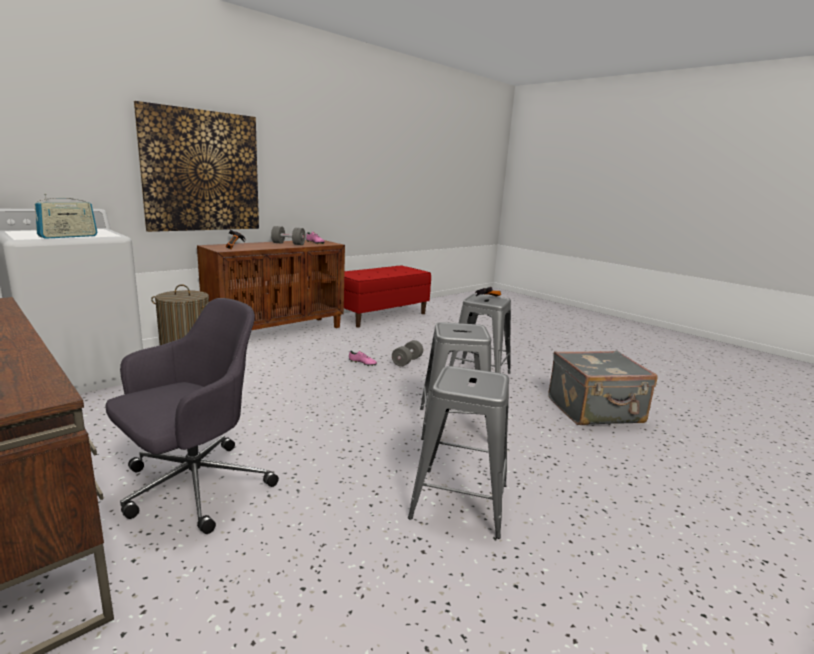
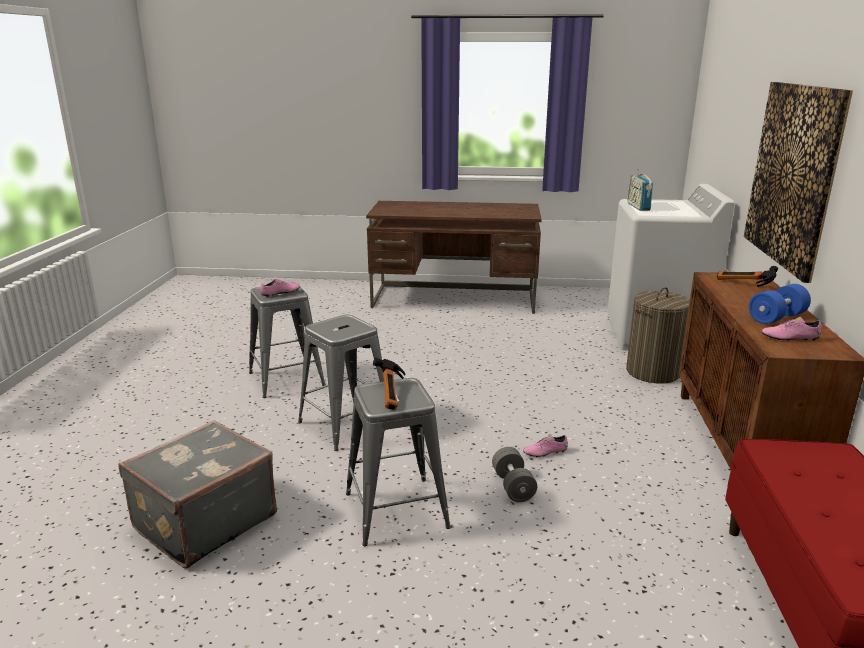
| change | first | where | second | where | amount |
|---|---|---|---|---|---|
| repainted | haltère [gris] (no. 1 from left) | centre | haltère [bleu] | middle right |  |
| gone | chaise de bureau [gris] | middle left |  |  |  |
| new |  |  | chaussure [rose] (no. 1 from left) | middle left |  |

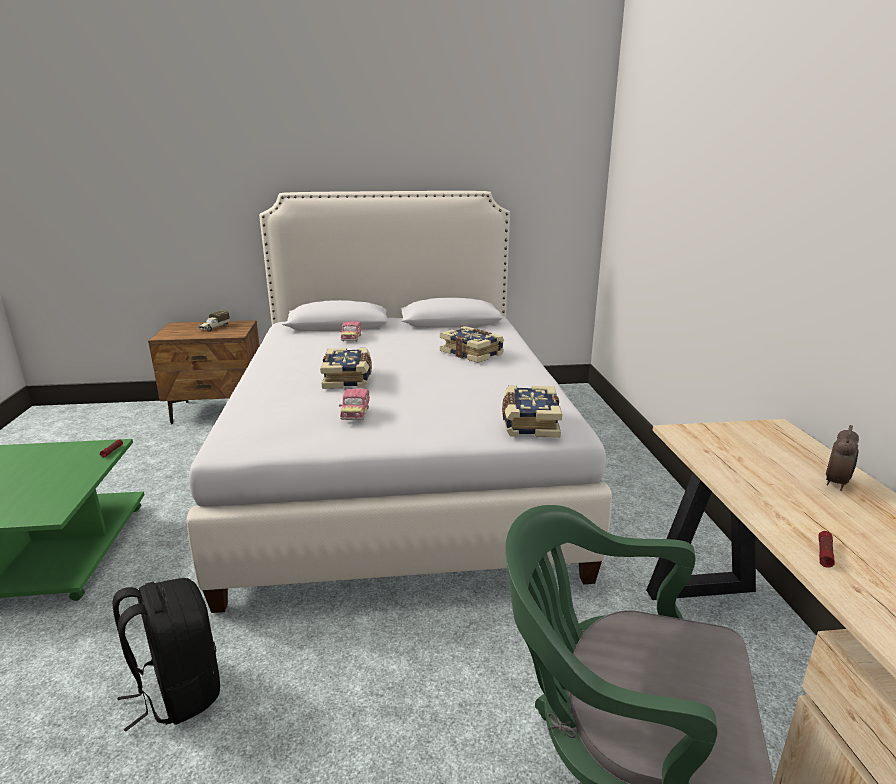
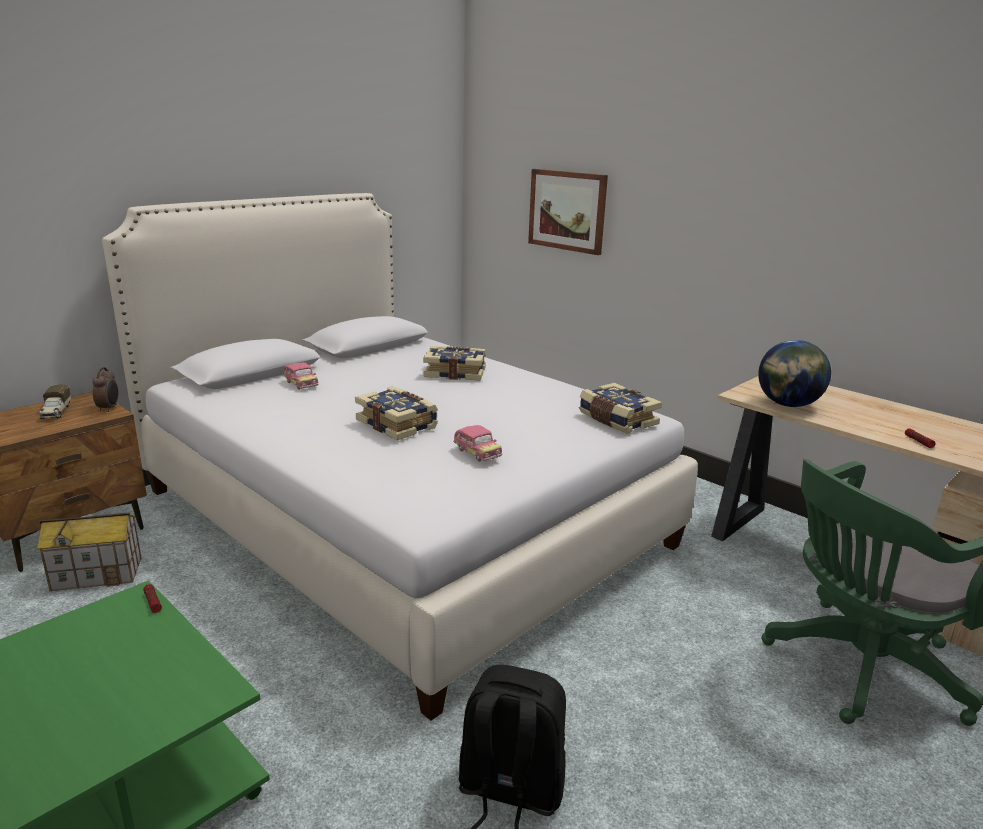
| change | first | where | second | where | amount |
|---|---|---|---|---|---|
| shifted | réveil | middle right |  | middle left |  |
| new |  |  | tableau | top centre |  |
| new |  |  | globe | middle right |  |
| new |  |  | maison miniature | middle left |  |

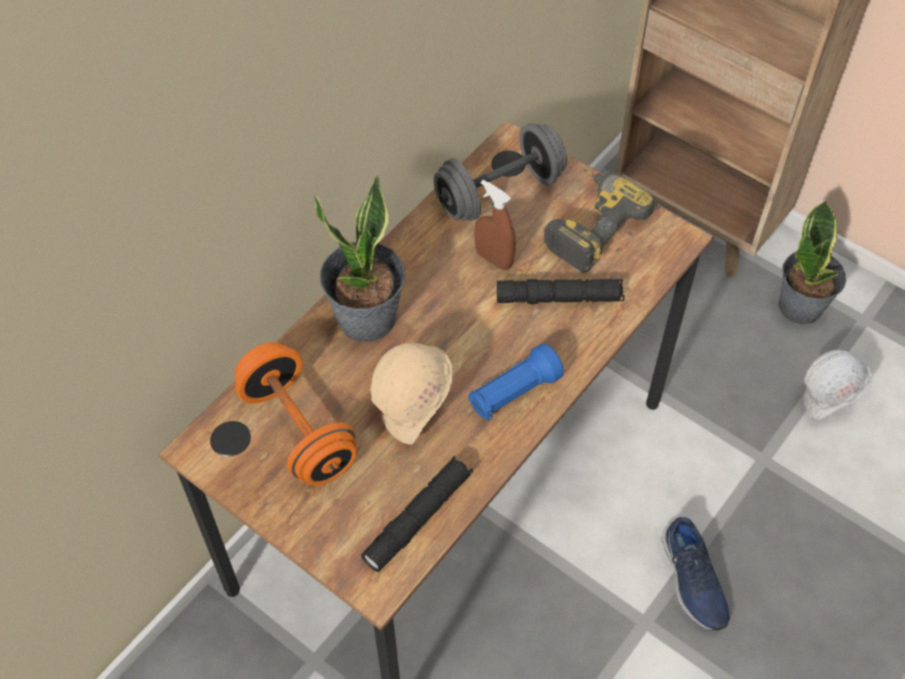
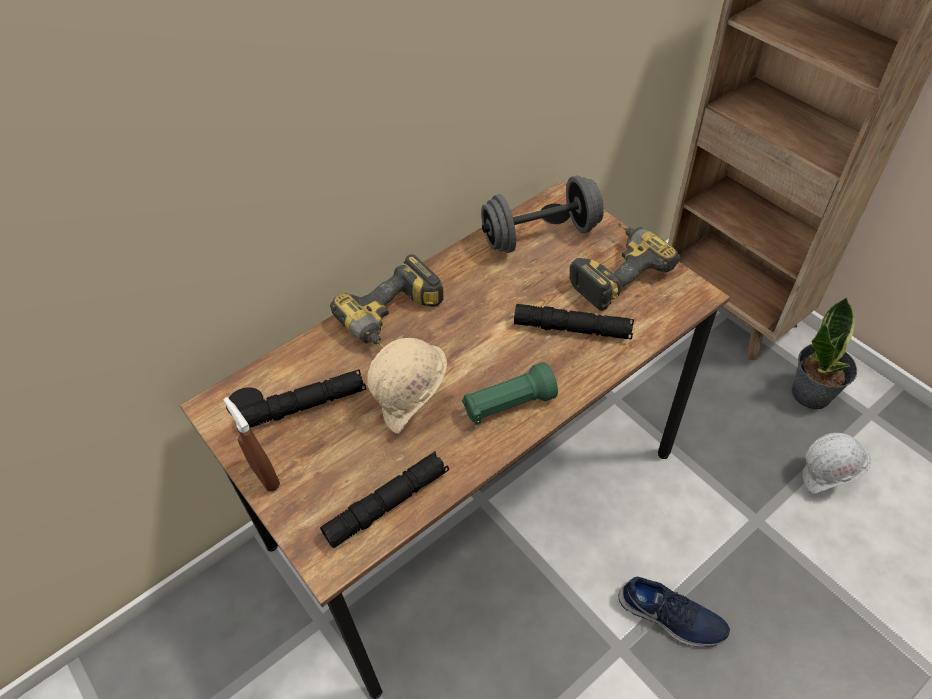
| change | first | where | second | where | amount |
|---|---|---|---|---|---|
| swapped | plante en pot (no. 1 from left) | centre | perceuse (no. 1 from left) | centre |  |
| shifted | vaporisateur [marron] | top centre |  | middle left |  |
| swapped | haltère [orange] | middle left | lampe de poche [noir] (no. 1 from left) | middle left |  |
| repainted | lampe de poche [bleu] | centre | lampe de poche [vert] | centre |  |
| rotated | chaussure [bleu] | bottom right |  | bottom right | 60 degrees counterclockwise |

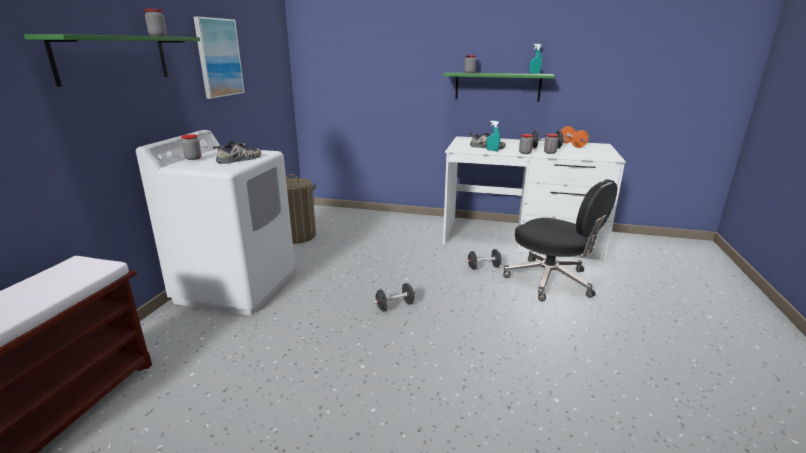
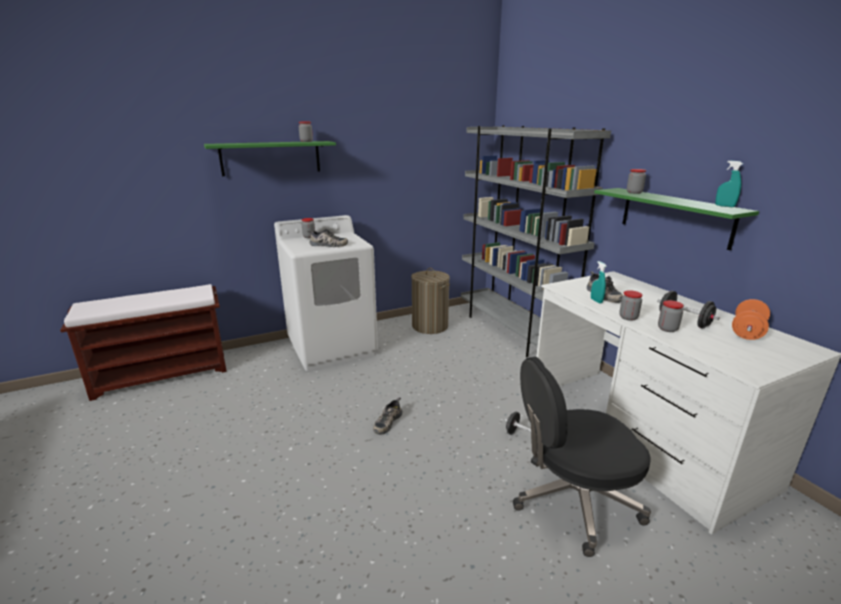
| change | first | where | second | where | amount |
|---|---|---|---|---|---|
| gone | tableau | top left |  |  |  |
| rotated | chaise de bureau [noir] | middle right |  | bottom right | 75 degrees clockwise |
| swapped | haltère [noir] (no. 1 from left) | centre | chaussure (no. 2 from left) | bottom centre |  |
| new |  |  | bibliothèque [gris] | centre |  |

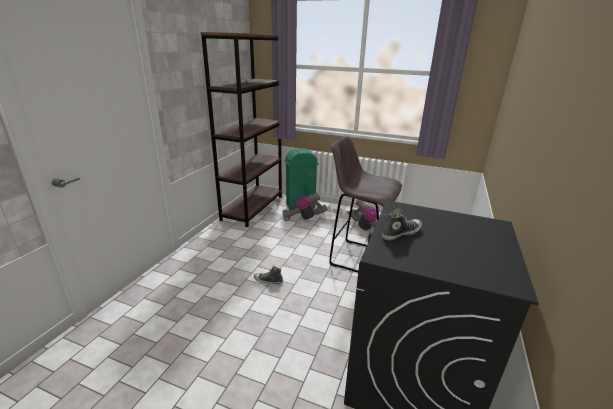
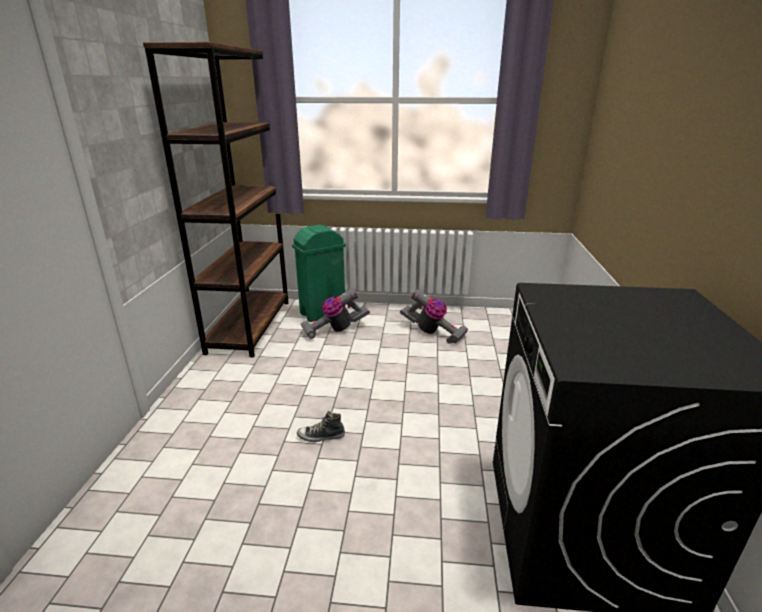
| change | first | where | second | where | amount |
|---|---|---|---|---|---|
| gone | tabouret [gris] | centre |  |  |  |
| gone | chaussure (no. 2 from left) | centre |  |  |  |

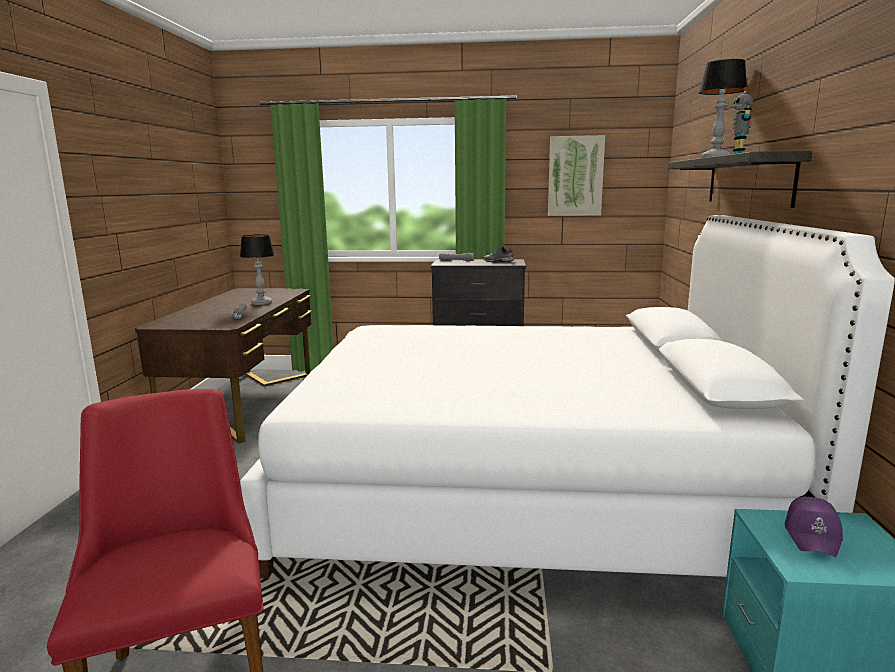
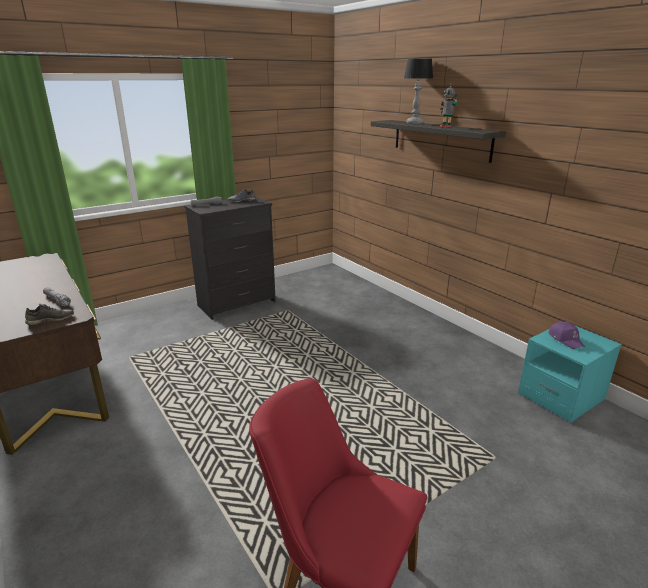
| change | first | where | second | where | amount |
|---|---|---|---|---|---|
| gone | tableau | top centre |  |  |  |
| gone | lit [blanc] | centre |  |  |  |
| gone | lampe de table (no. 1 from left) | middle left |  |  |  |
| new |  |  | chaussure [gris] (no. 1 from left) | middle left |  |

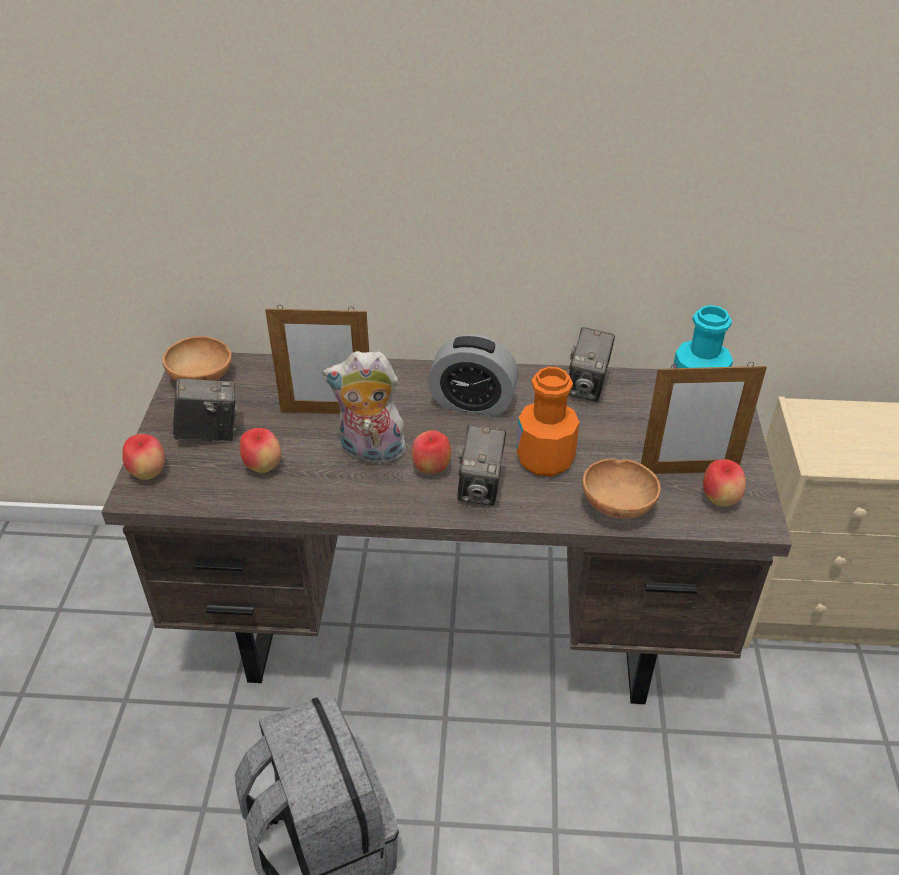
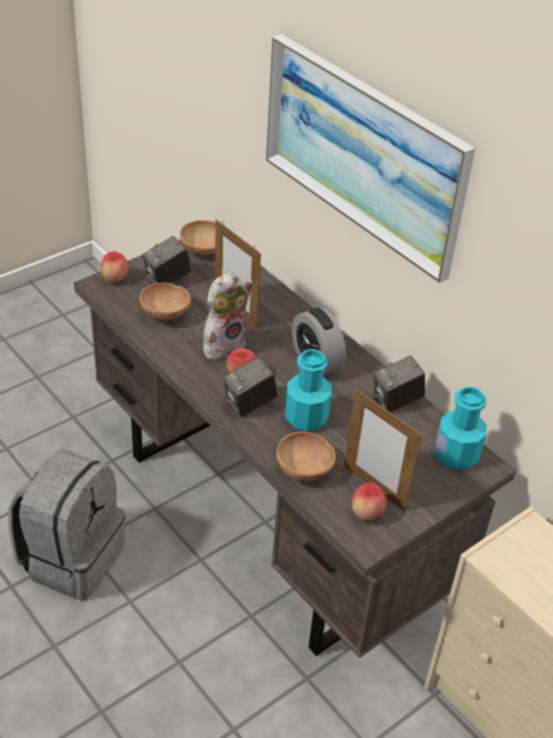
| change | first | where | second | where | amount |
|---|---|---|---|---|---|
| rotated | peluche | centre |  | centre | 90 degrees clockwise |
| repainted | bouteille [orange] | centre | bouteille [turquoise] (no. 1 from left) | centre |  |
| rotated | appareil photo (no. 1 from left) | middle left |  | middle left | 105 degrees clockwise |
| swapped | pomme (no. 2 from left) | middle left | bol [marron] (no. 1 from left) | middle left |  |
| new |  |  | tableau | top right |  |

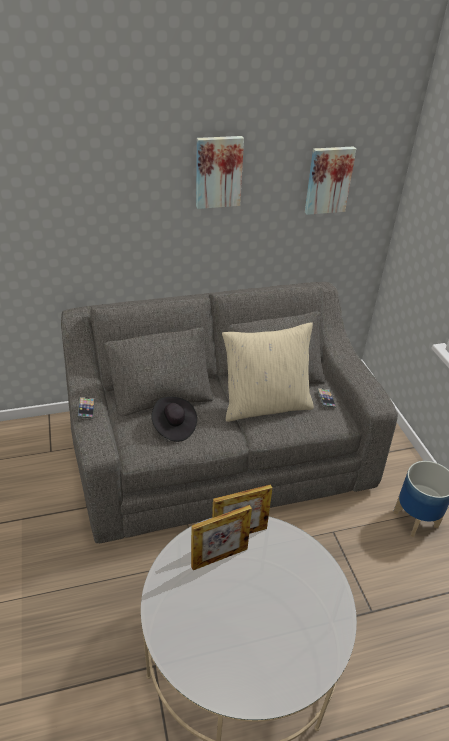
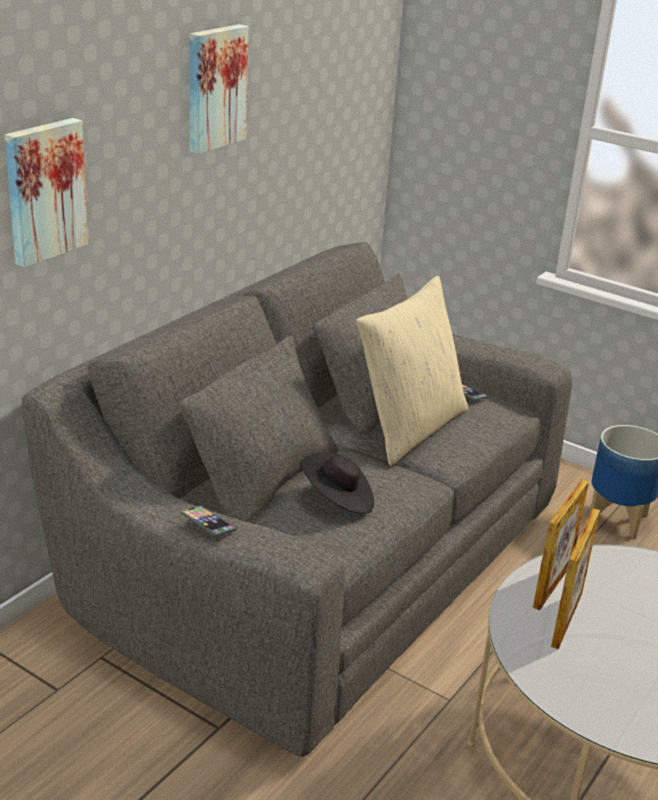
| change | first | where | second | where | amount |
|---|---|---|---|---|---|
| shifted | tableau (no. 2 from left in the first image) | top right | tableau (no. 1 from left) | top left |  |

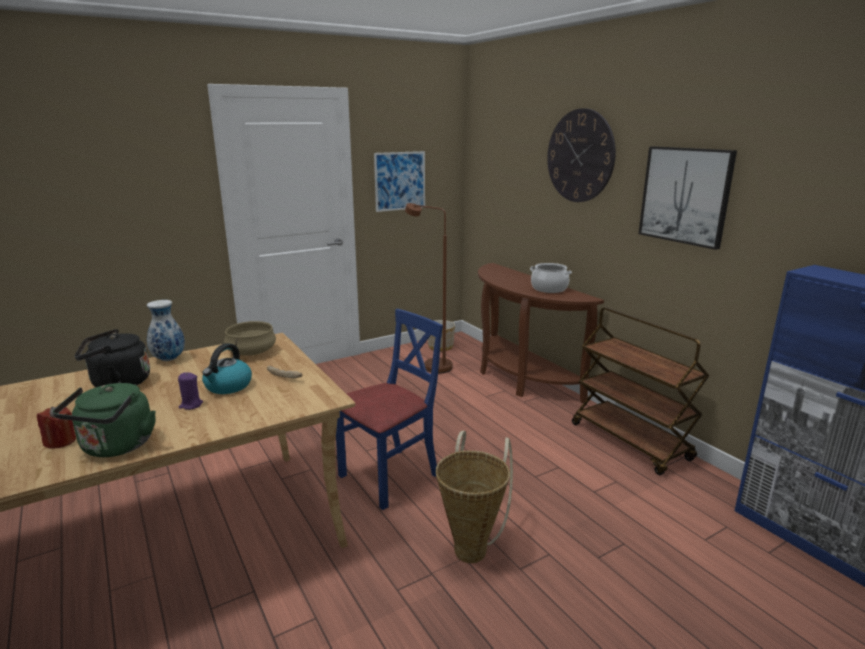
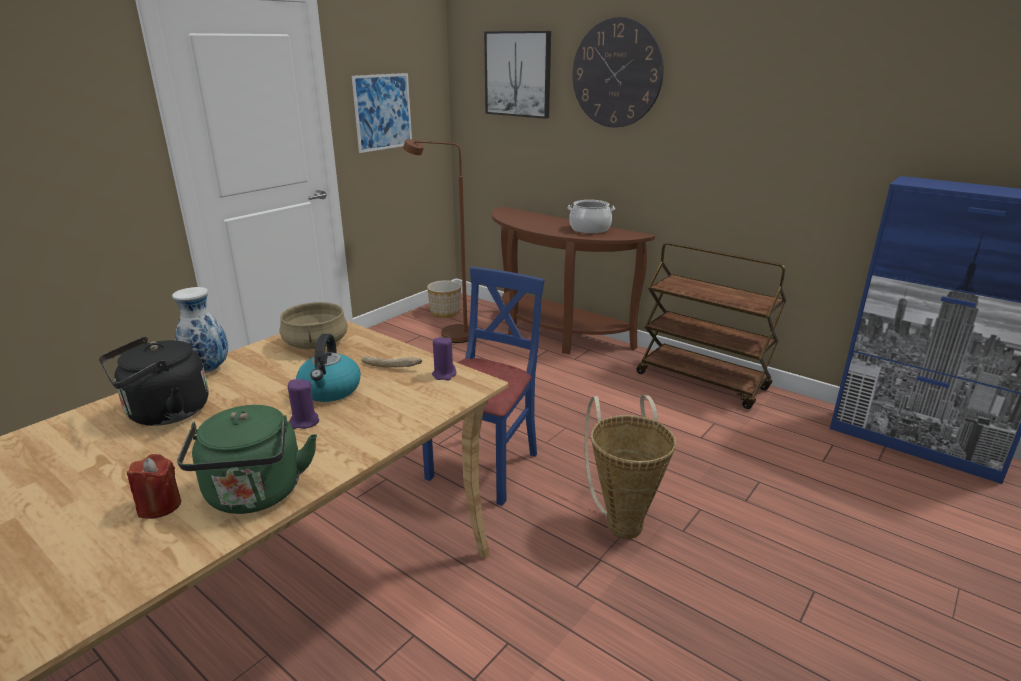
| change | first | where | second | where | amount |
|---|---|---|---|---|---|
| shifted | tableau (no. 2 from left) | top right |  | top centre |  |
| new |  |  | bougie [violet] (no. 2 from left) | centre |  |

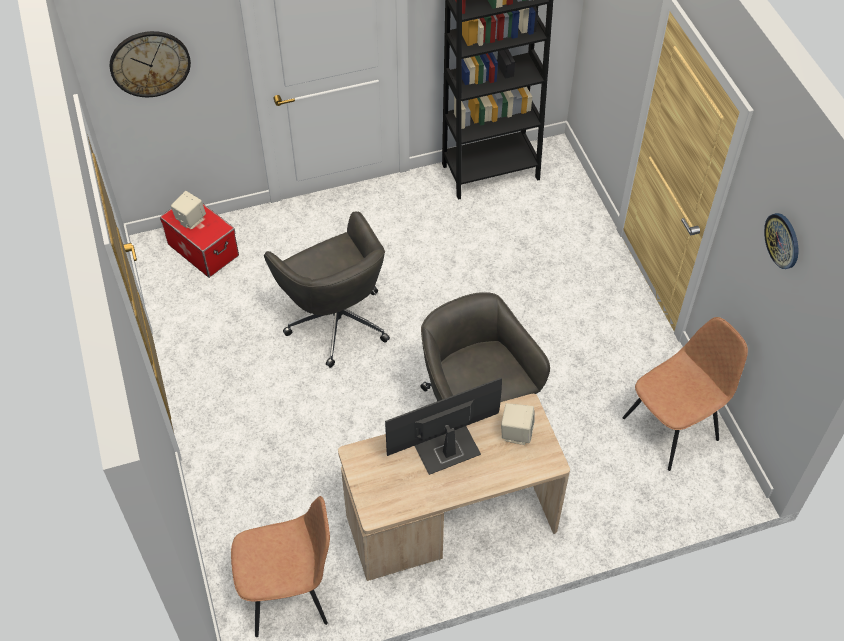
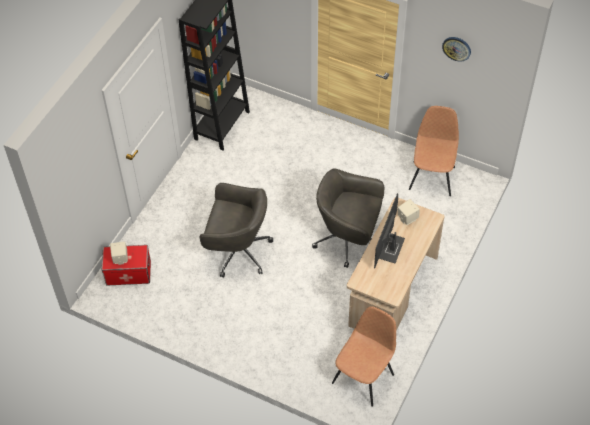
| change | first | where | second | where | amount |
|---|---|---|---|---|---|
| gone | horloge murale (no. 1 from left) | top left |  |  |  |

